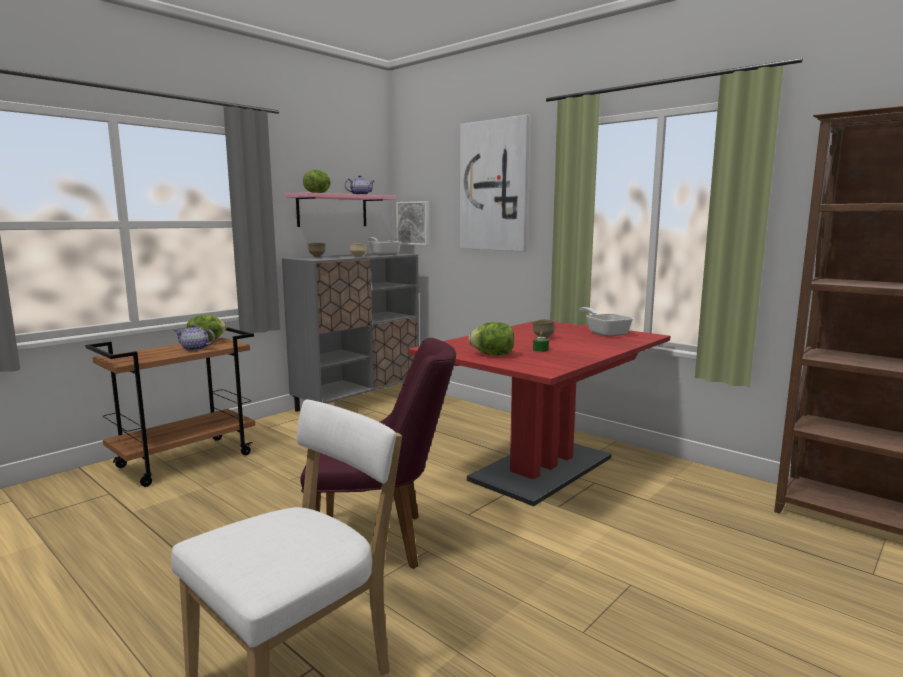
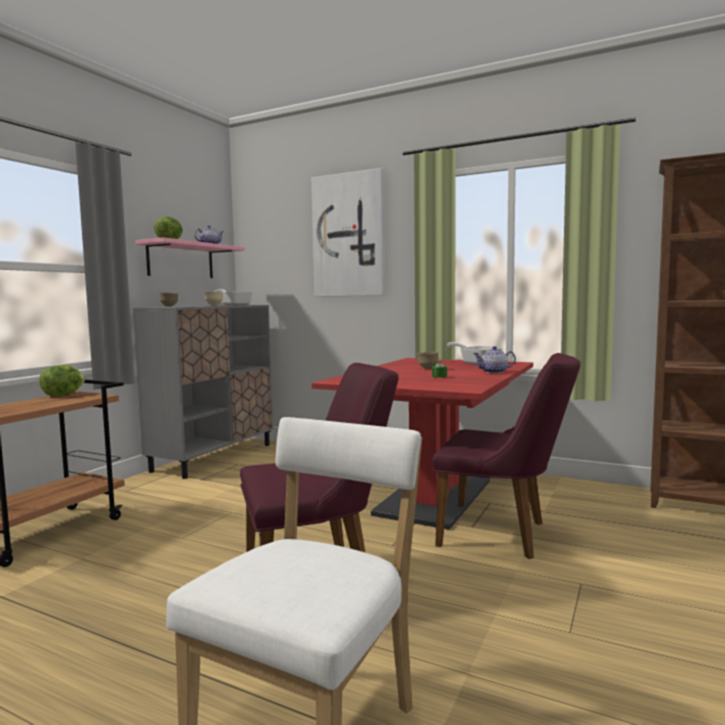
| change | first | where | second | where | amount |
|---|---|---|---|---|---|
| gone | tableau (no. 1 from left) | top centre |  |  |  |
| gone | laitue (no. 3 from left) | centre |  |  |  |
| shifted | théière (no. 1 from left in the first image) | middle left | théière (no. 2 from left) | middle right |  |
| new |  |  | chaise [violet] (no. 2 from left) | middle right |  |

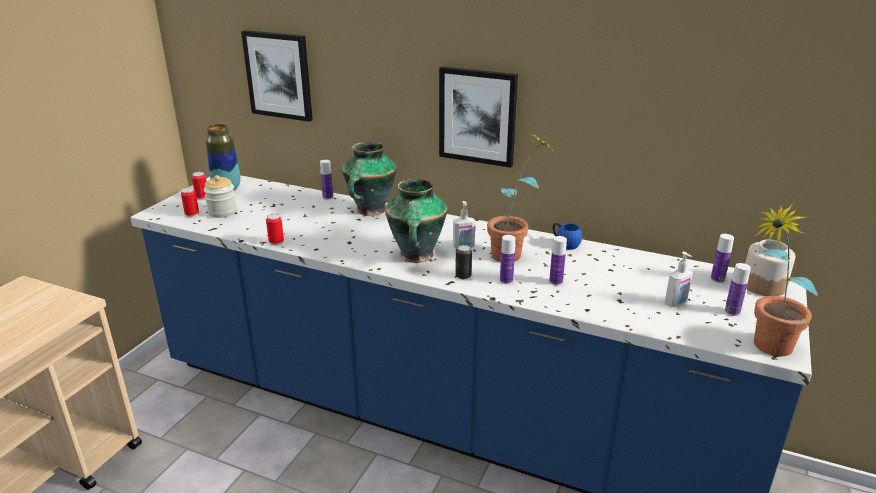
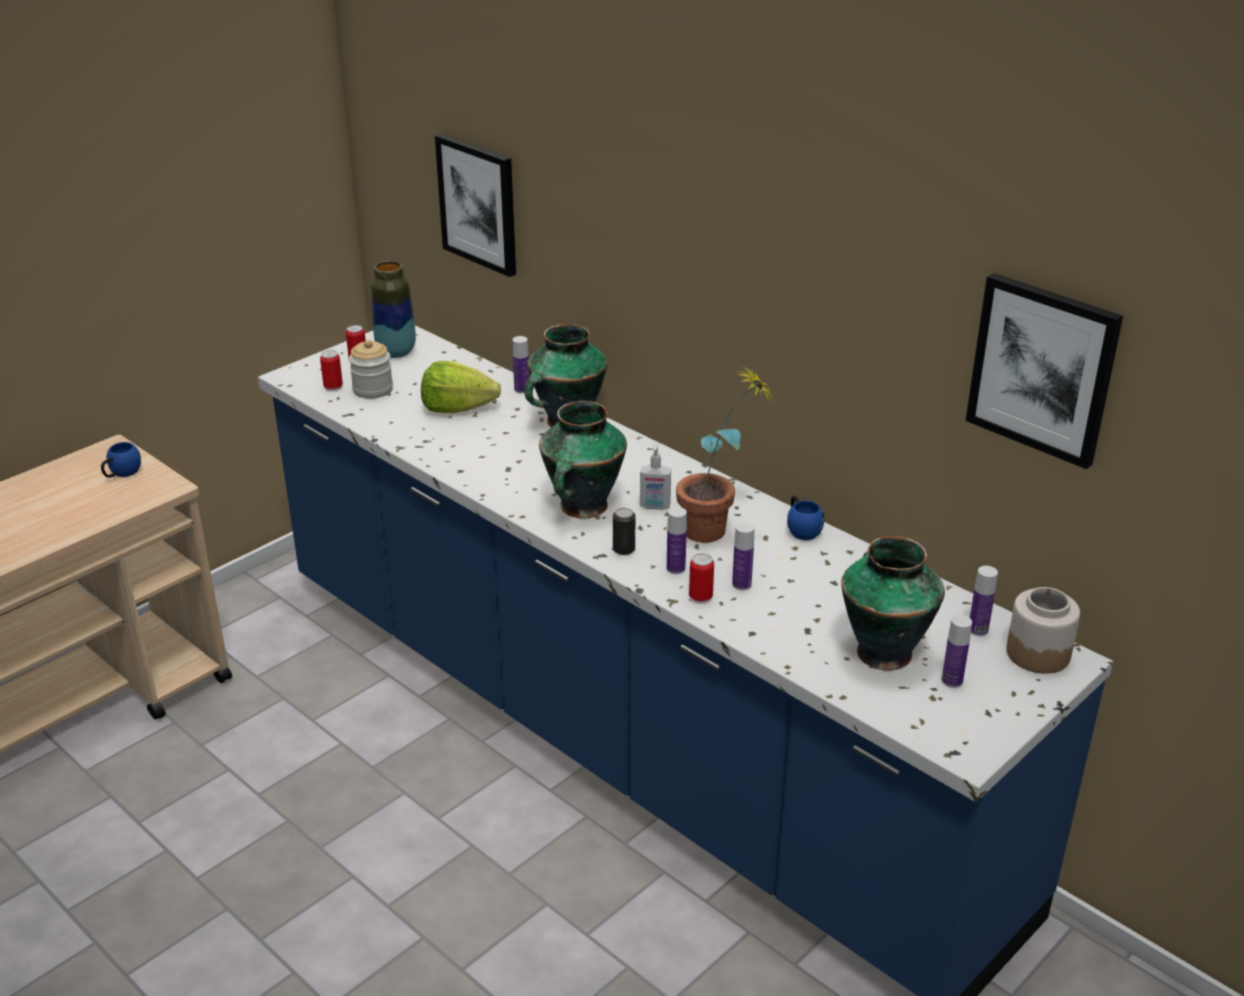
| change | first | where | second | where | amount |
|---|---|---|---|---|---|
| shifted | tableau (no. 2 from left) | top centre |  | middle right |  |
| gone | plante en pot (no. 2 from left) | middle right |  |  |  |
| shifted | boîte métallique (no. 3 from left in the first image) | middle left | boîte métallique (no. 4 from left) | centre |  |
| swapped | distributeur de savon (no. 2 from left) | middle right | vase (no. 4 from left) | middle right |  |
| new |  |  | laitue | centre |  |
| new |  |  | mug [bleu] (no. 1 from left) | middle left |  |

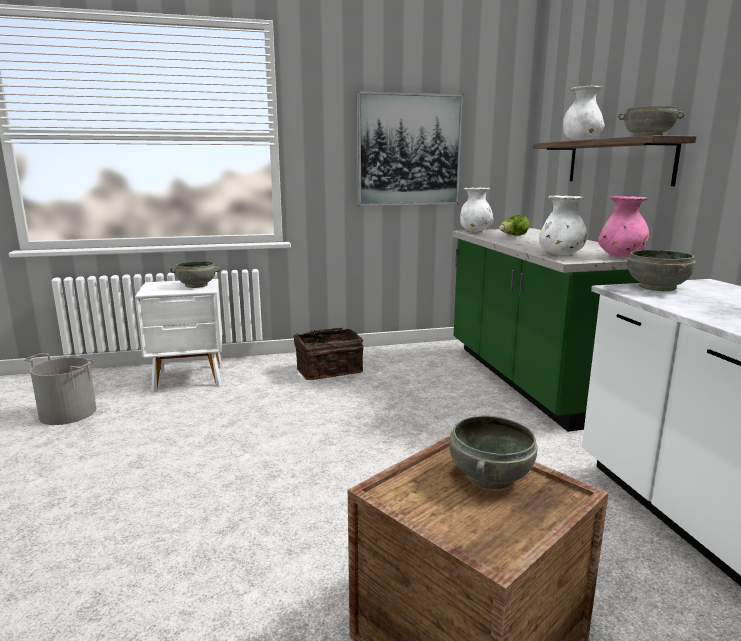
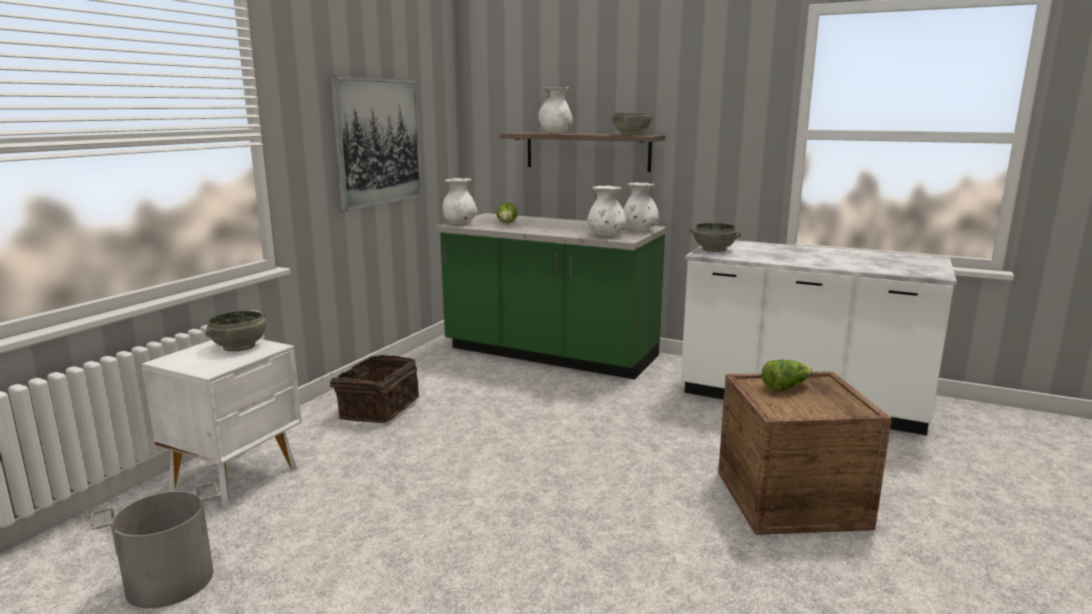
| change | first | where | second | where | amount |
|---|---|---|---|---|---|
| repainted | vase [rose] | middle right | vase [blanc] (no. 4 from left) | centre |  |
| swapped | bol [gris] (no. 2 from left) | bottom centre | laitue (no. 2 from left) | middle right |  |

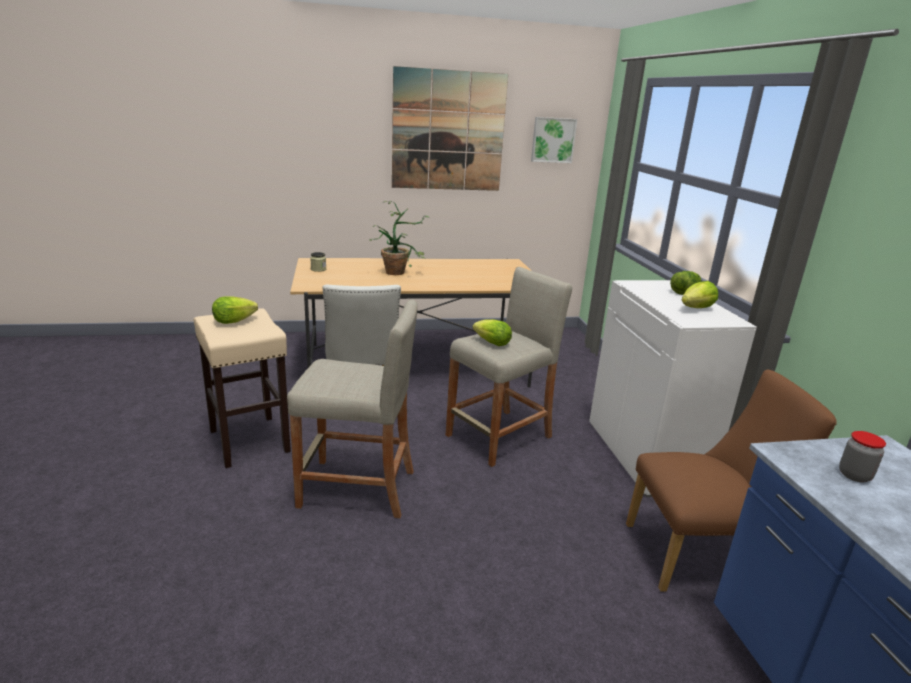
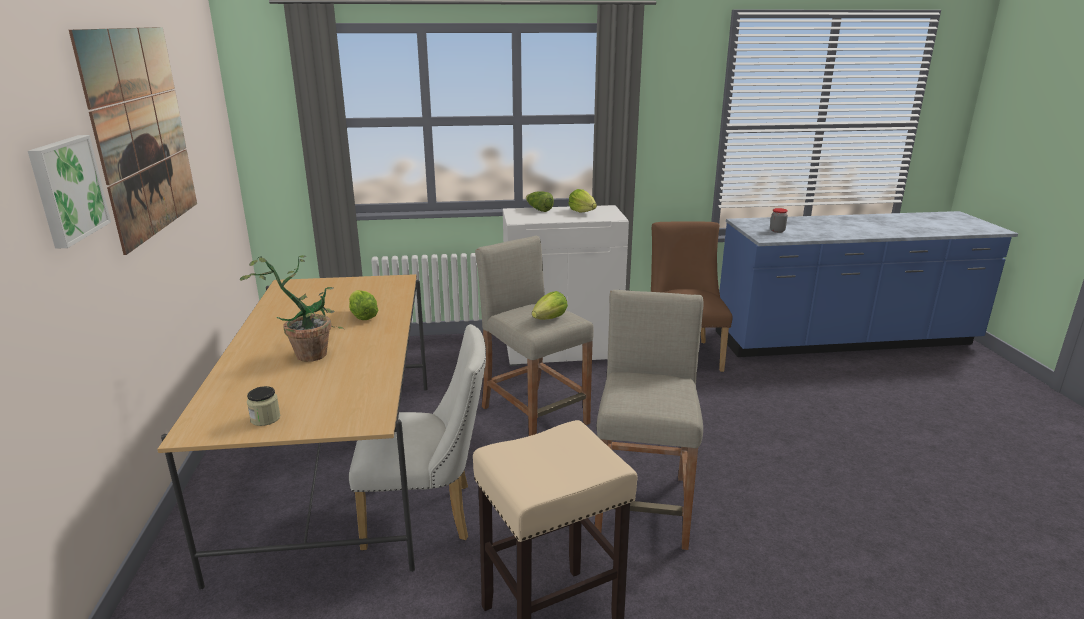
| change | first | where | second | where | amount |
|---|---|---|---|---|---|
| shifted | tableau (no. 2 from left in the first image) | top centre | tableau (no. 1 from left) | top left |  |
| shifted | laitue (no. 1 from left) | middle left |  | centre |  |

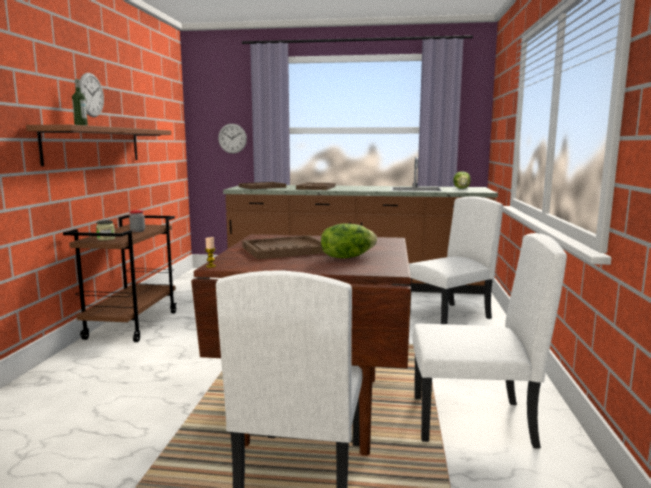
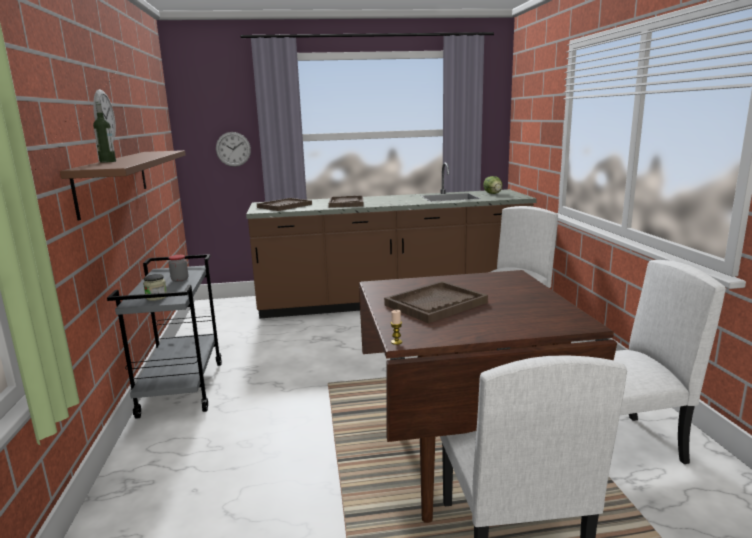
| change | first | where | second | where | amount |
|---|---|---|---|---|---|
| repainted | chariot [marron] | middle left | chariot [gris] | middle left |  |
| gone | laitue (no. 1 from left) | centre |  |  |  |

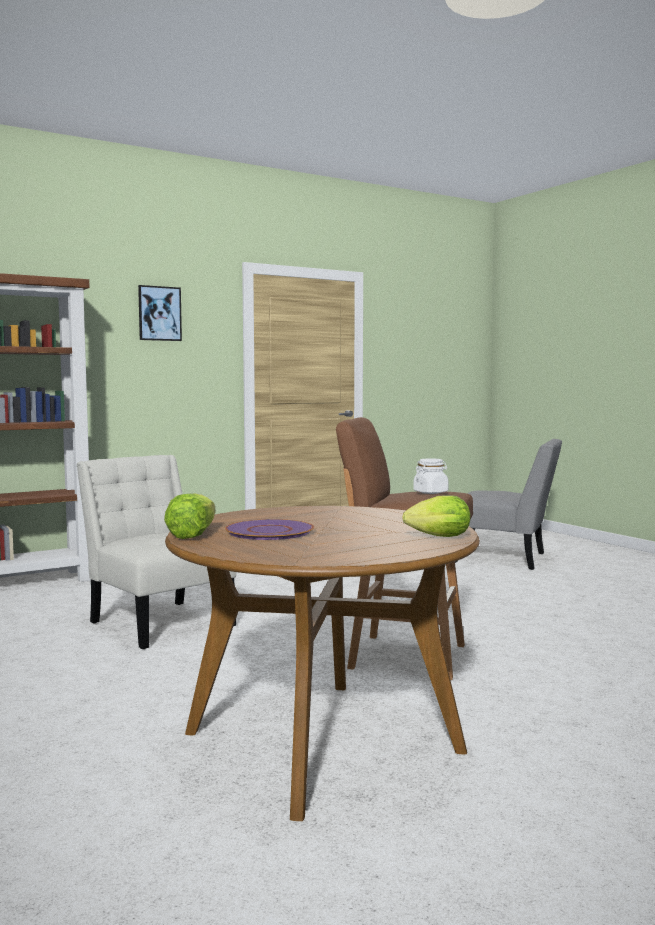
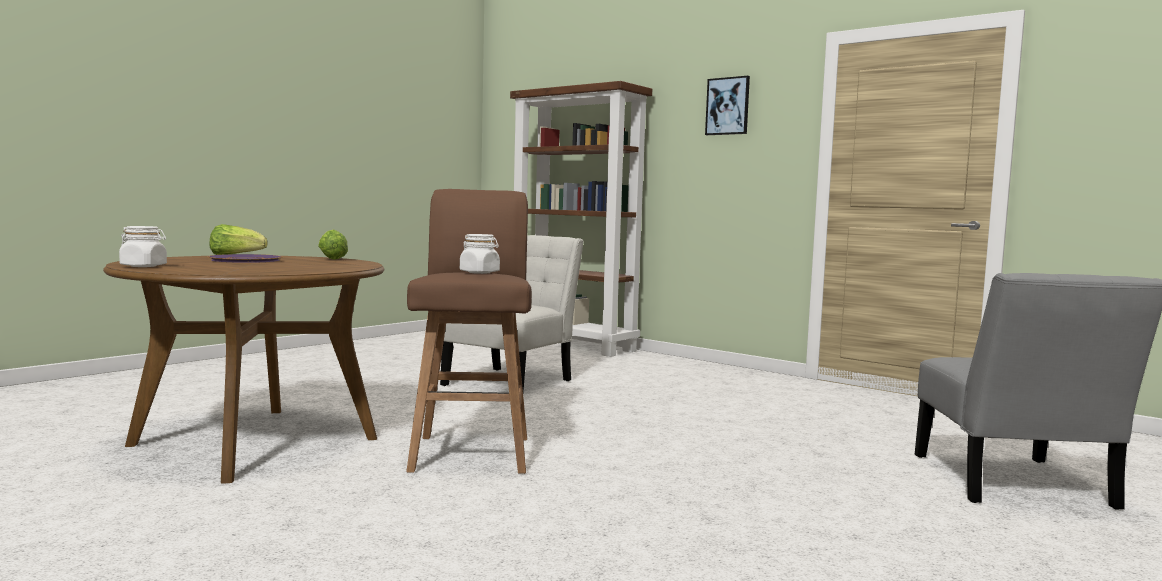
| change | first | where | second | where | amount |
|---|---|---|---|---|---|
| shifted | laitue (no. 2 from left) | centre |  | middle left |  |
| new |  |  | bocal [blanc] (no. 1 from left) | middle left |  |

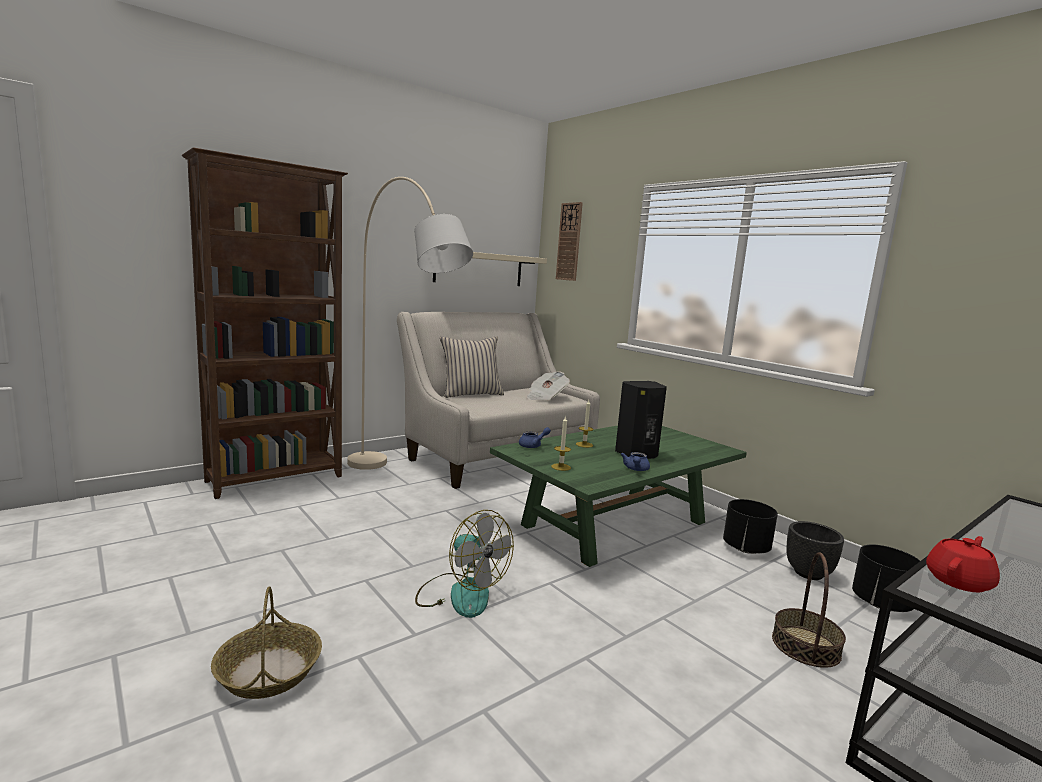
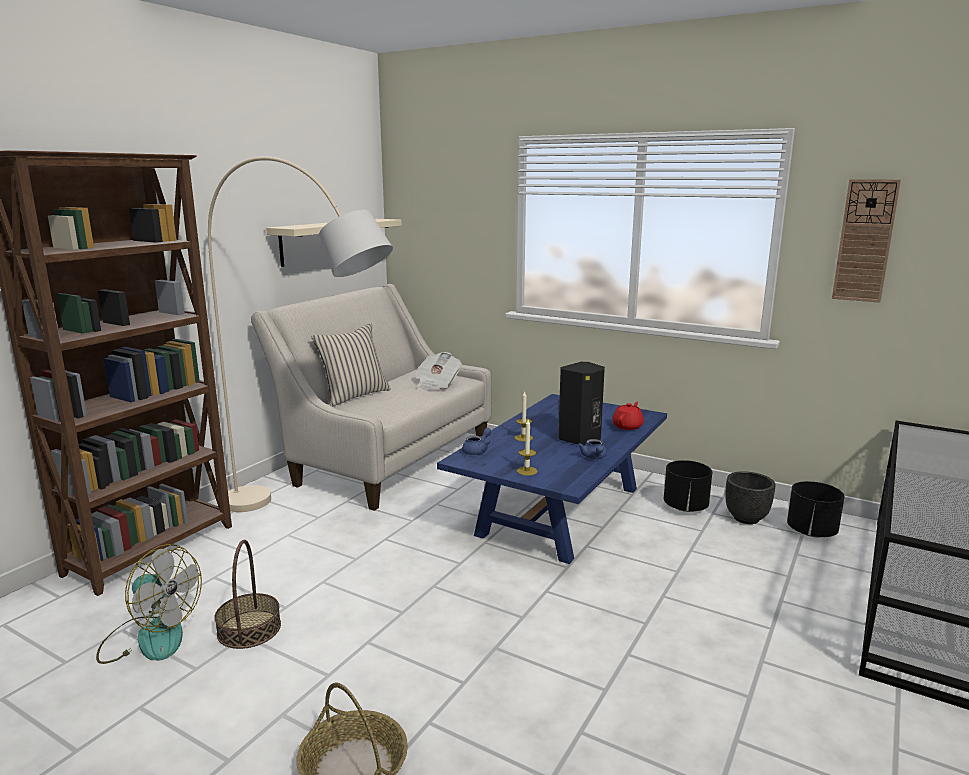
| change | first | where | second | where | amount |
|---|---|---|---|---|---|
| shifted | horloge murale | top centre |  | top right |  |
| repainted | table basse [vert] | centre | table basse [bleu] | centre |  |
| shifted | ventilateur | bottom centre |  | bottom left |  |
| shifted | théière [rouge] | bottom right |  | centre |  |
| shifted | panier (no. 2 from left in the first image) | bottom right | panier (no. 1 from left) | bottom left |  |

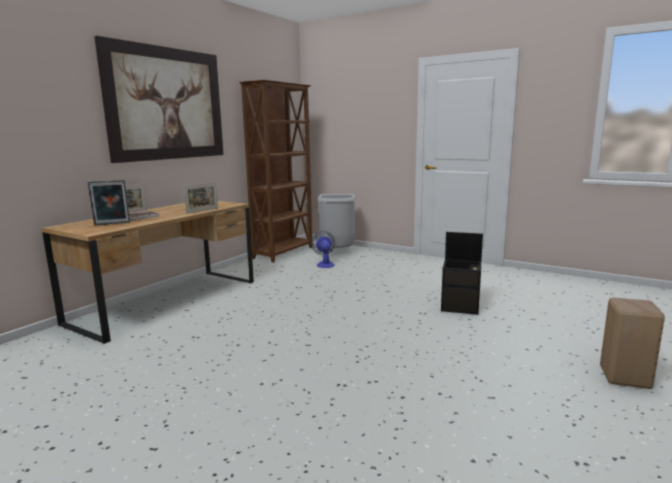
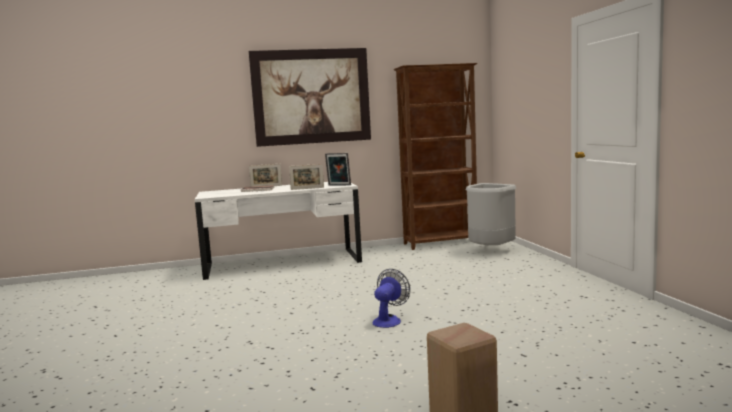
| change | first | where | second | where | amount |
|---|---|---|---|---|---|
| shifted | cadre photo (no. 1 from left in the first image) | middle left | cadre photo (no. 3 from left) | centre |  |
| repainted | bureau [marron] | middle left | bureau [blanc] | centre |  |
| shifted | ventilateur | centre |  | bottom centre |  |
| gone | boîte de rangement [noir] | middle right |  |  |  |

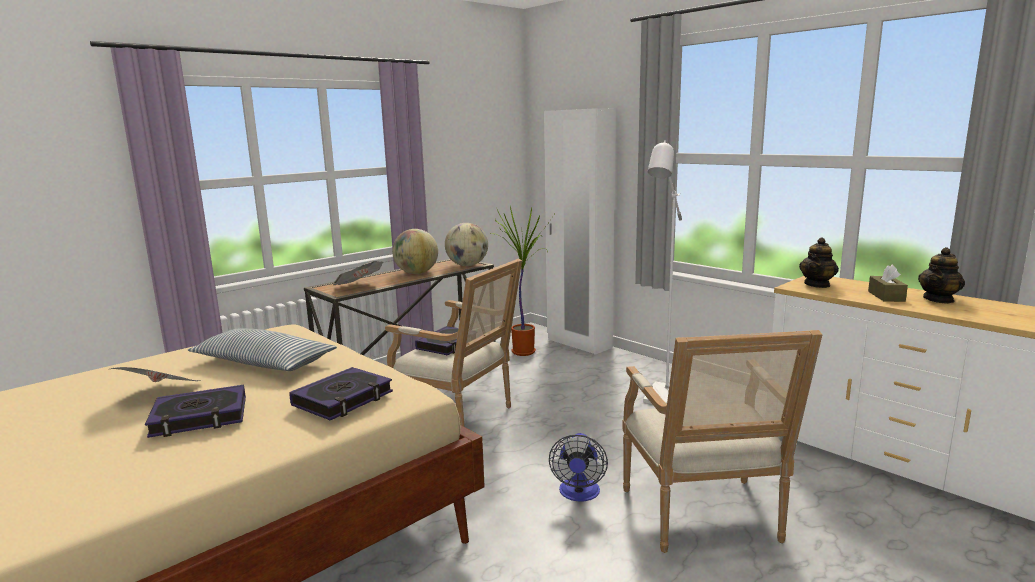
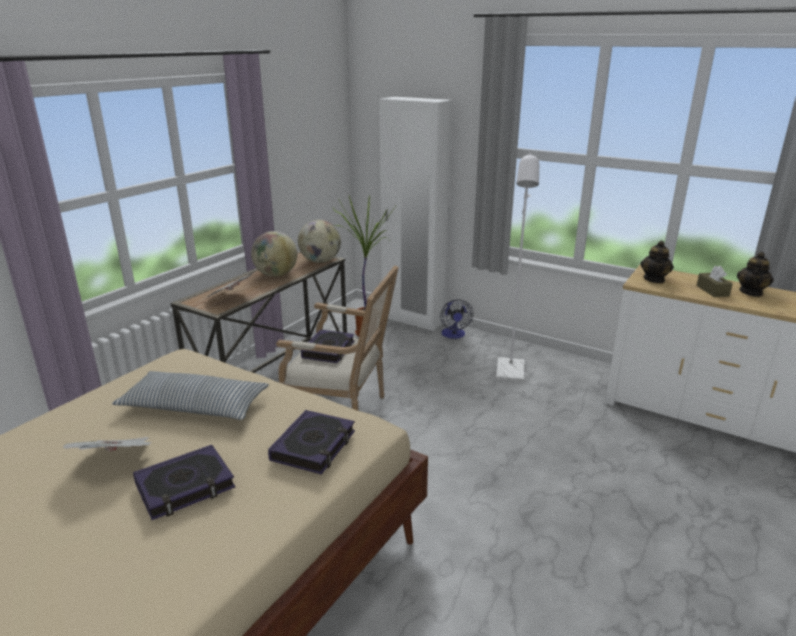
| change | first | where | second | where | amount |
|---|---|---|---|---|---|
| gone | fauteuil (no. 2 from left) | bottom right |  |  |  |
| shifted | ventilateur | bottom centre |  | centre |  |

